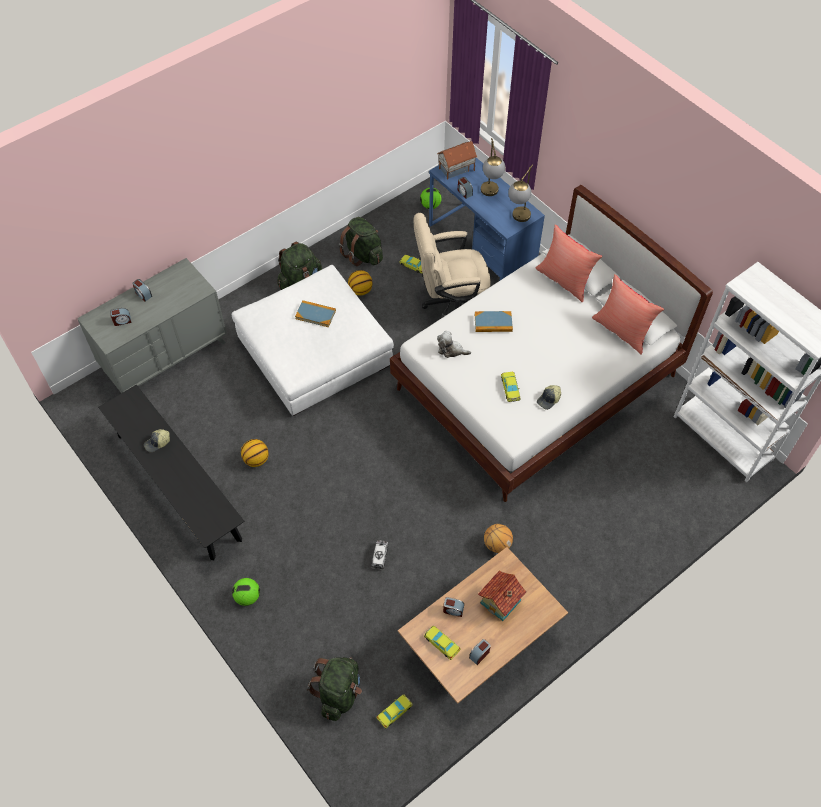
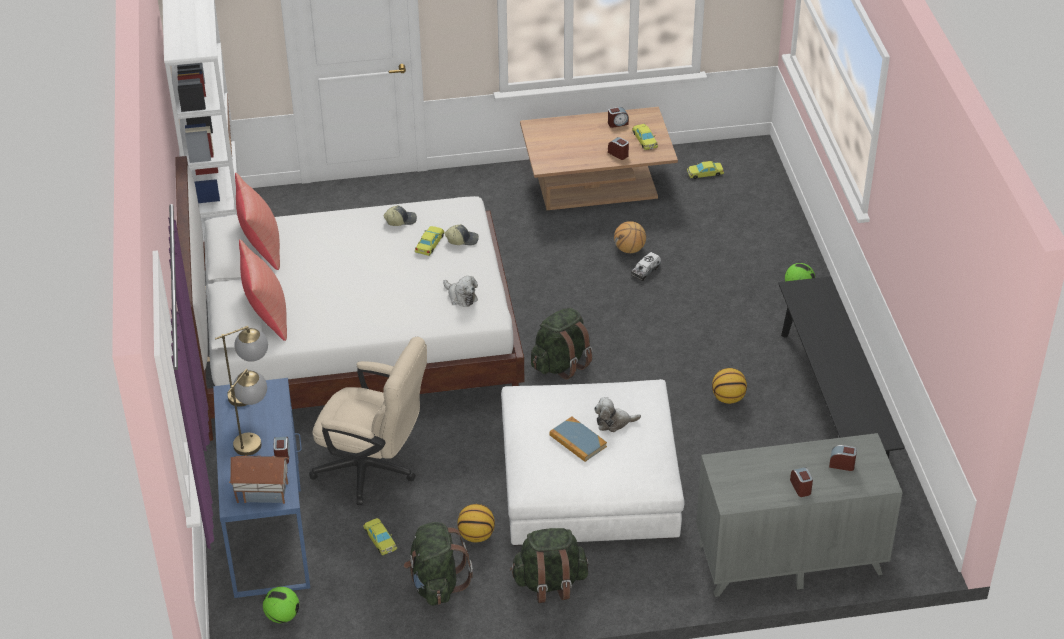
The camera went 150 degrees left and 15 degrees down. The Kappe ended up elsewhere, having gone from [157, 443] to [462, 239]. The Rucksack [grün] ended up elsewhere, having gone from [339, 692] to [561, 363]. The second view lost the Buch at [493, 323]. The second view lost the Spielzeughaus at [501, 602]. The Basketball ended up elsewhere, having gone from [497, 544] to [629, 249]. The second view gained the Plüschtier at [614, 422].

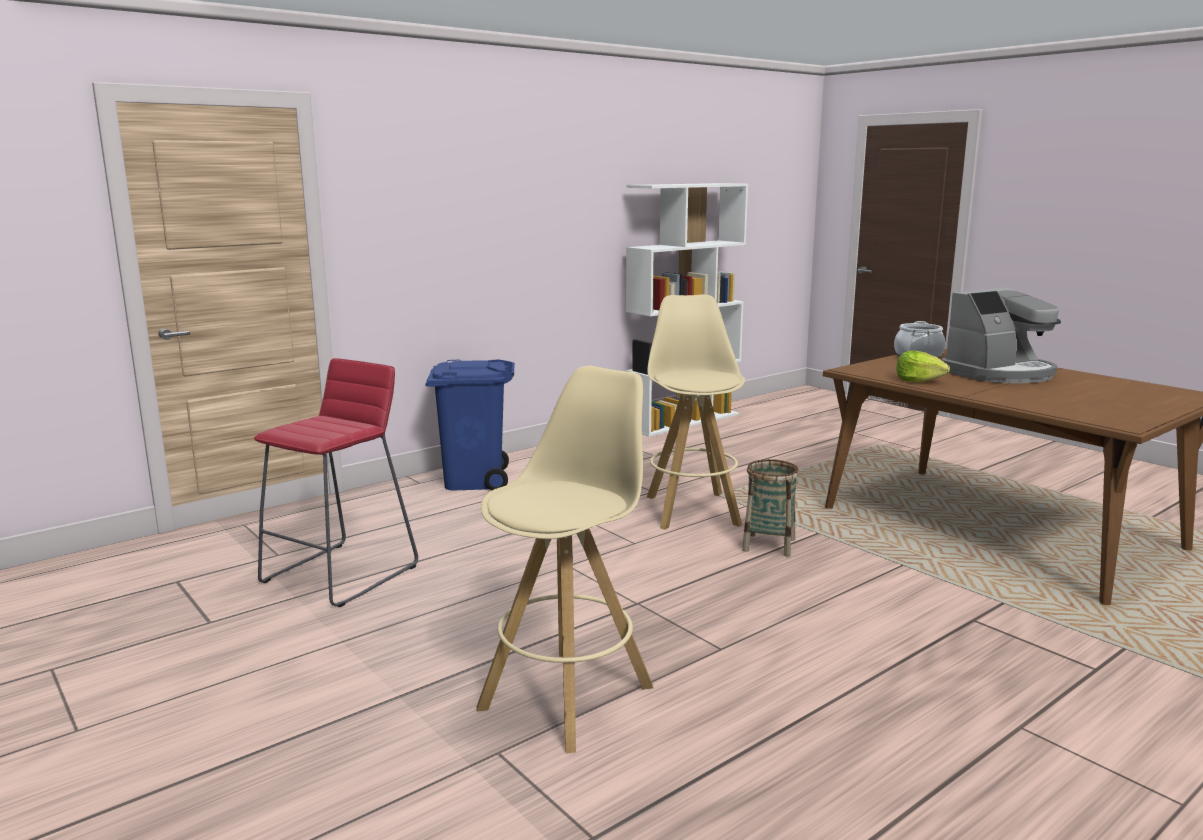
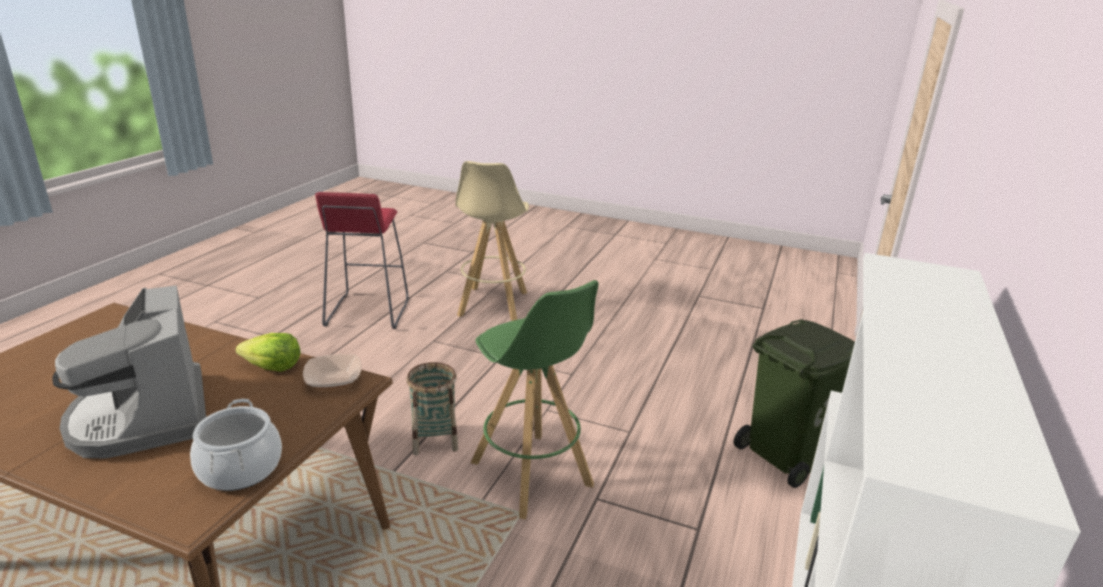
The camera went 150 degrees right and 10 degrees up. The Hocker [rot] ended up elsewhere, having gone from [342, 574] to [367, 312]. What was the Mülleimer [blau] at [473, 480] turned into the Mülleimer [grün] at [787, 457]. What was the Hocker [beige] at [692, 510] turned into the Hocker [grün] at [532, 474]. The Kaffeemaschine at [1000, 373] ended up facing another way, 60 degrees counterclockwise from before. The second view gained the Schüssel at [333, 380].

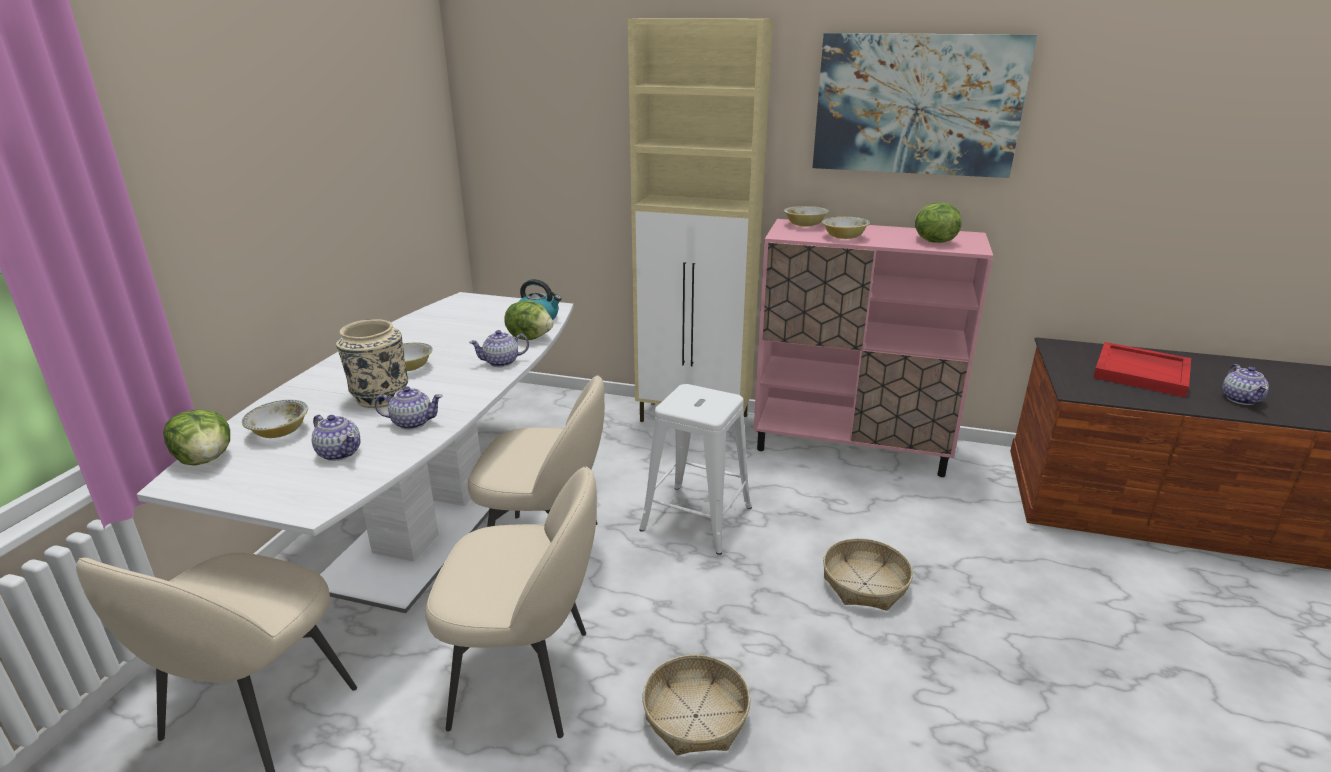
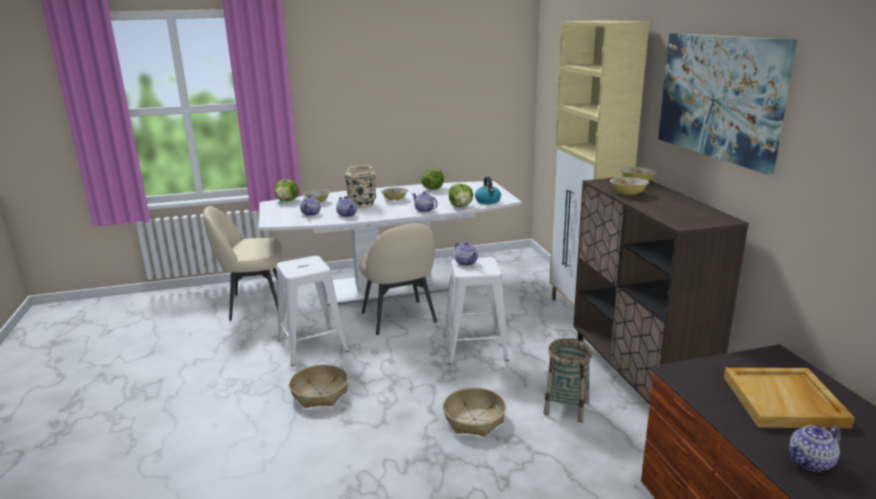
The camera went 60 degrees right and 5 degrees down. Where the Stuhl [beige] stood at [526, 678], the Hocker [weiß] came to stand at [312, 345]. What was the Schrank [rosa] at [851, 447] turned into the Schrank [braun] at [637, 377]. The Salatkopf ended up elsewhere, having gone from [933, 241] to [433, 189]. What was the Tablett [rot] at [1142, 372] turned into the Tablett [beige] at [784, 401]. The second view gained the Teekanne at [466, 263]. The second view gained the Korb at [566, 408].

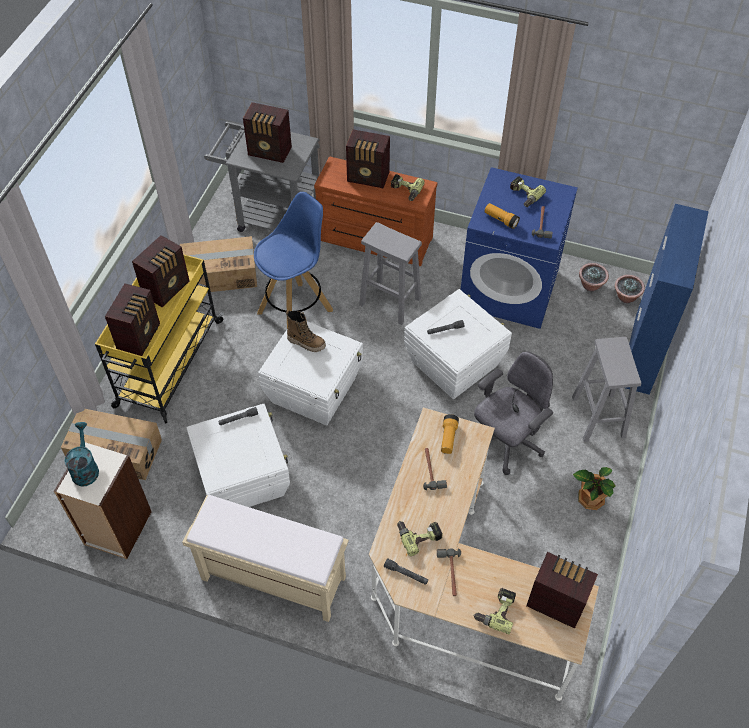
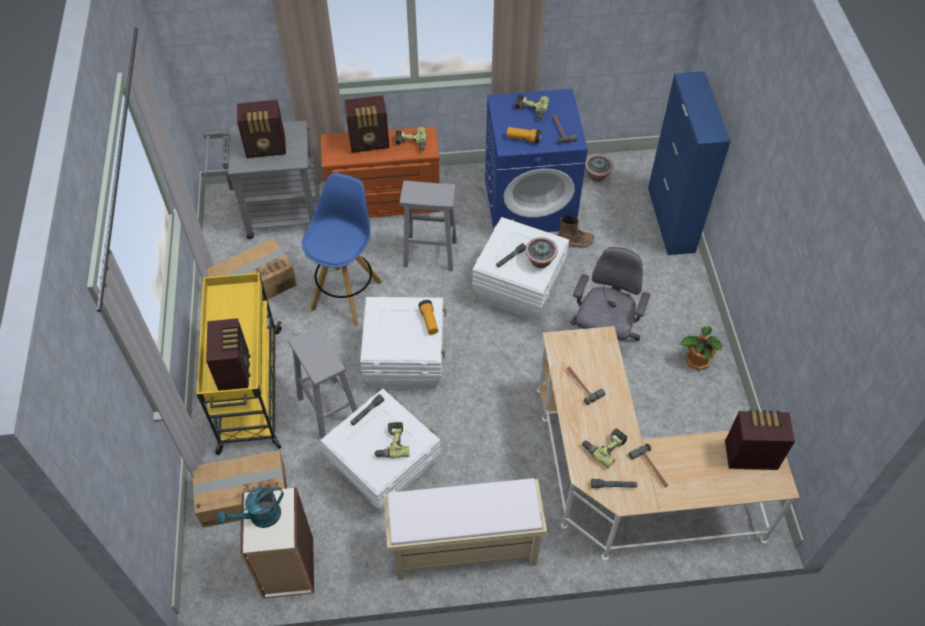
The camera went 25 degrees left and 0 degrees up. The Gießkanne [türkis] at [85, 468] ended up facing another way, 90 degrees counterclockwise from before. The second view lost the Radio at [167, 288]. The Stiefel ended up elsewhere, having gone from [306, 342] to [575, 242]. The Taschenlampe ended up elsewhere, having gone from [448, 438] to [429, 321]. The Bohrmaschine ended up elsewhere, having gone from [496, 610] to [391, 443]. The Hocker [grau] ended up elsewhere, having gone from [598, 418] to [329, 409]. The Topfpflanze ended up elsewhere, having gone from [626, 297] to [540, 262].

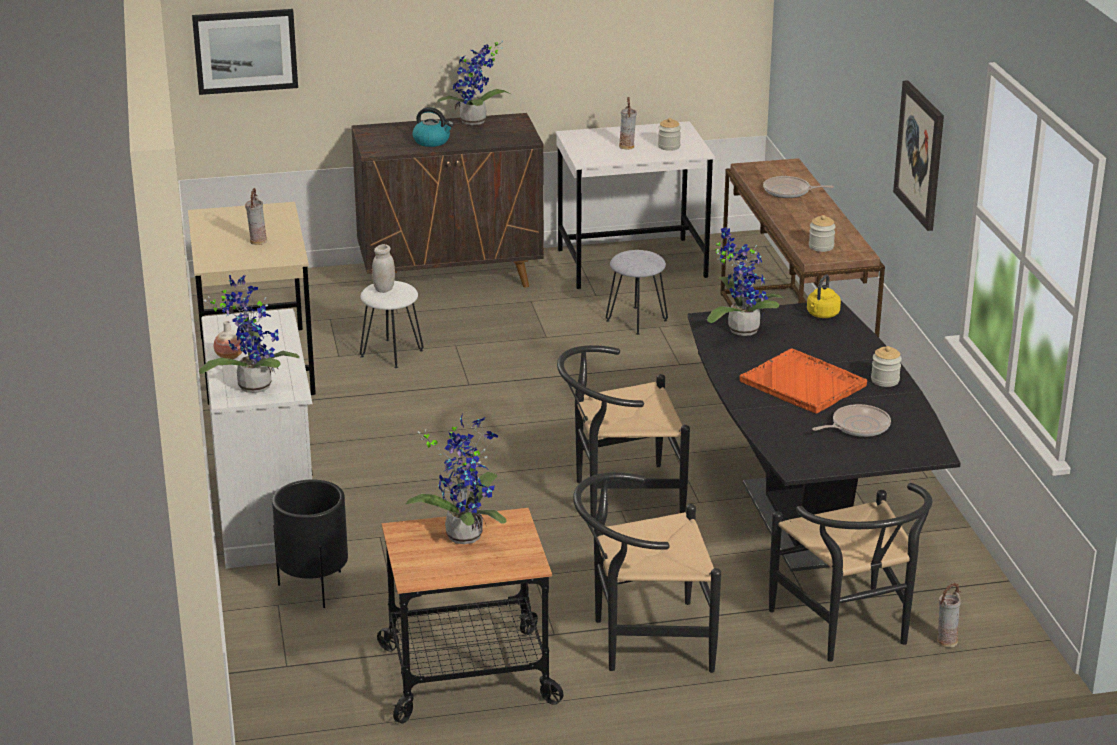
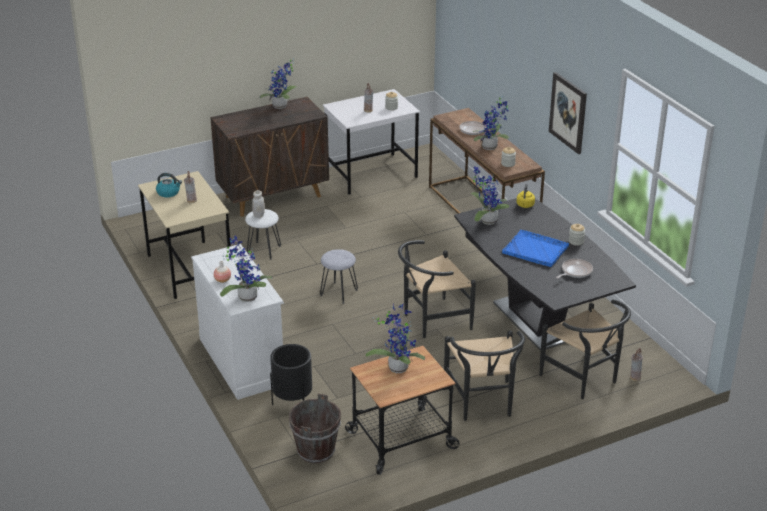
The camera went 15 degrees left and 5 degrees up. The second view lost the Bild at [245, 51]. The Wasserkessel ended up elsewhere, having gone from [432, 141] to [168, 192]. The Stuhl [schwarz] at [642, 641] ended up facing another way, 75 degrees counterclockwise from before. The Hocker [grau] ended up elsewhere, having gone from [636, 320] to [338, 293]. What was the Tablett [orange] at [803, 384] turned into the Tablett [blau] at [536, 250]. The second view gained the Eimer [braun] at [316, 451]. The second view gained the Topfpflanze at [491, 147].

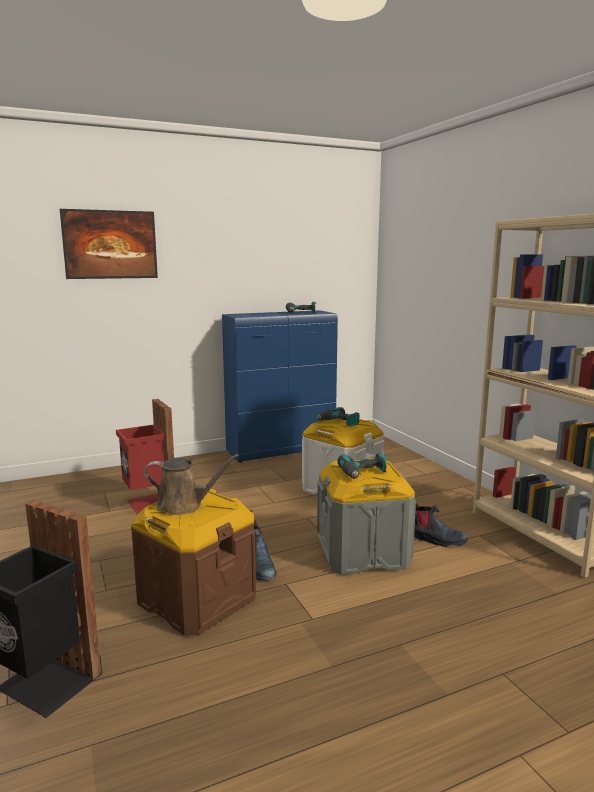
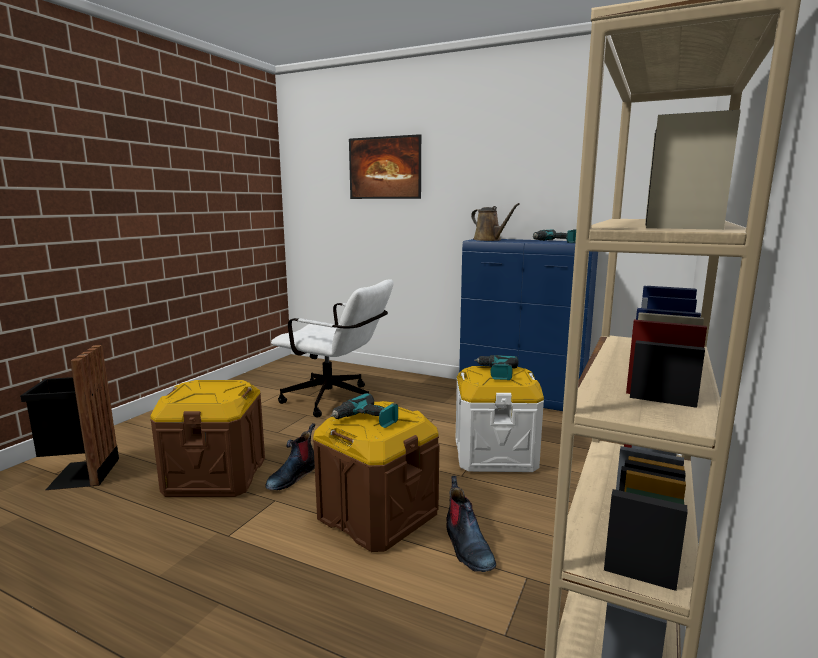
The camera went 50 degrees right and 0 degrees up. Where the Mülleimer [rot] stood at [149, 504], the Bürostuhl [weiß] came to stand at [336, 401]. The Gießkanne [braun] ended up elsewhere, having gone from [184, 505] to [489, 240]. What was the Aufbewahrungsbox [grau] at [363, 552] turned into the Aufbewahrungsbox [braun] at [377, 515].

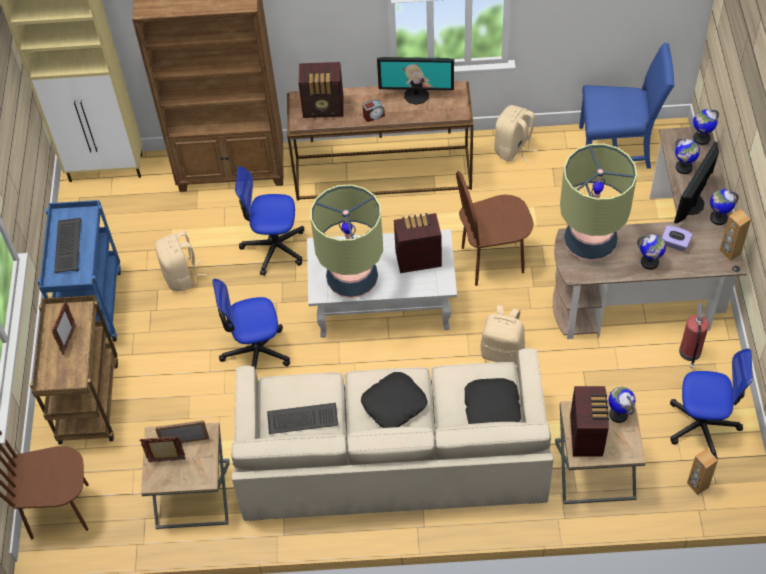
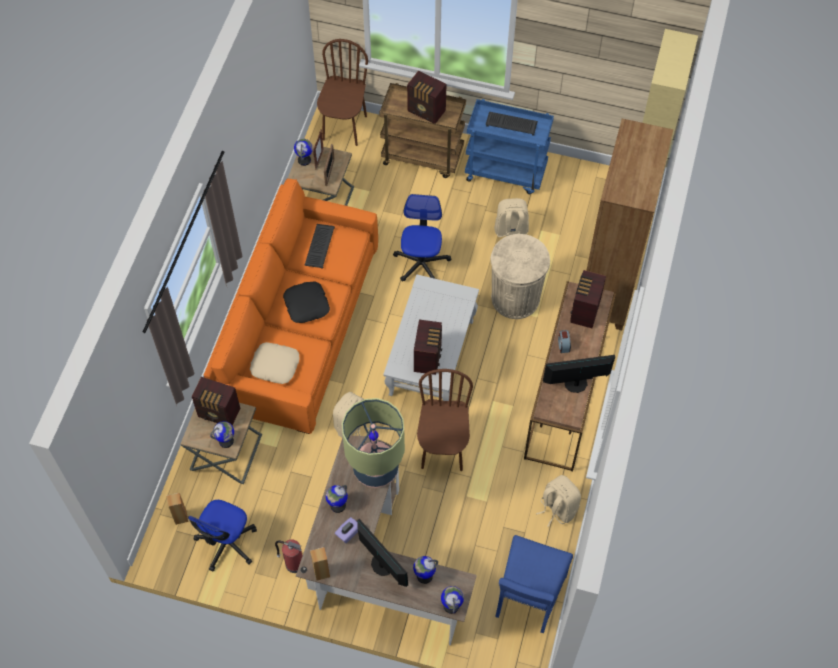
The camera went 105 degrees right and 5 degrees up. Where the Bilderrahmen stood at [69, 340], the Radio came to stand at [426, 111]. What was the Sofa [beige] at [391, 454] turned into the Sofa [orange] at [299, 325]. Where the Bürostuhl stood at [274, 247], the Mülleimer [beige] came to stand at [515, 298]. The second view lost the Tischlampe at [352, 280]. The Monitor at [416, 95] ended up facing another way, 60 degrees clockwise from before. What was the Kissen [schwarz] at [491, 407] turned into the Kissen [beige] at [275, 365]. The Globus ended up elsewhere, having gone from [718, 218] to [304, 160].

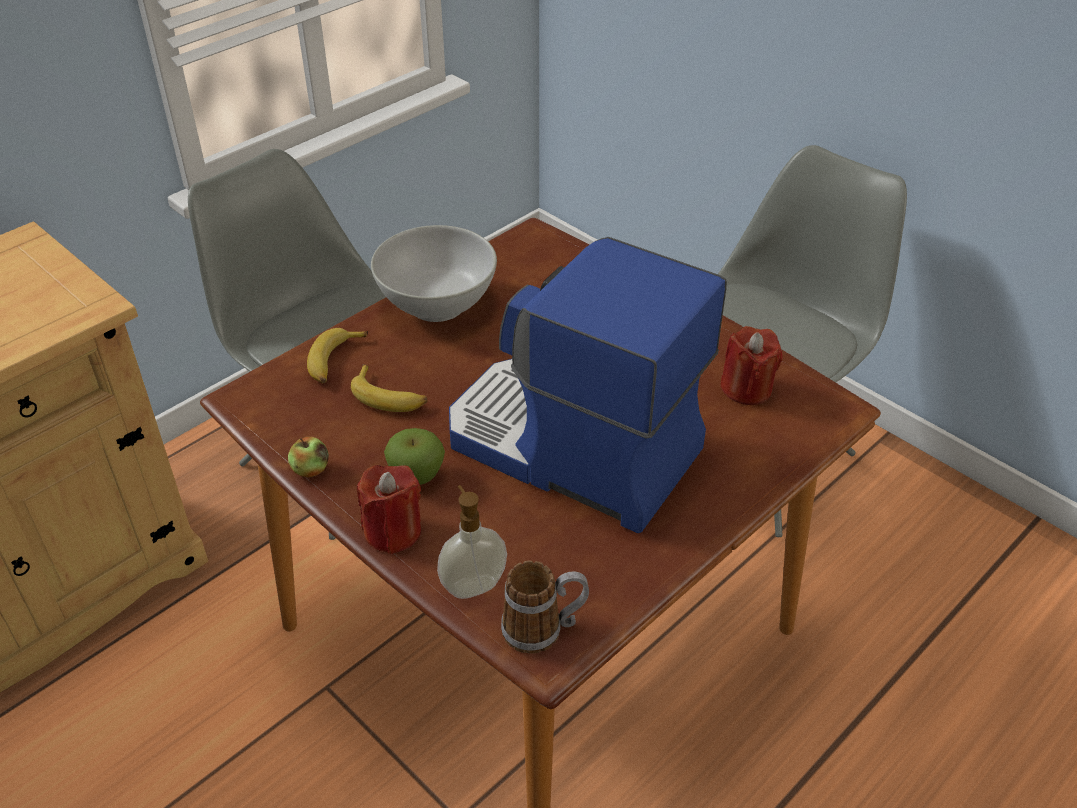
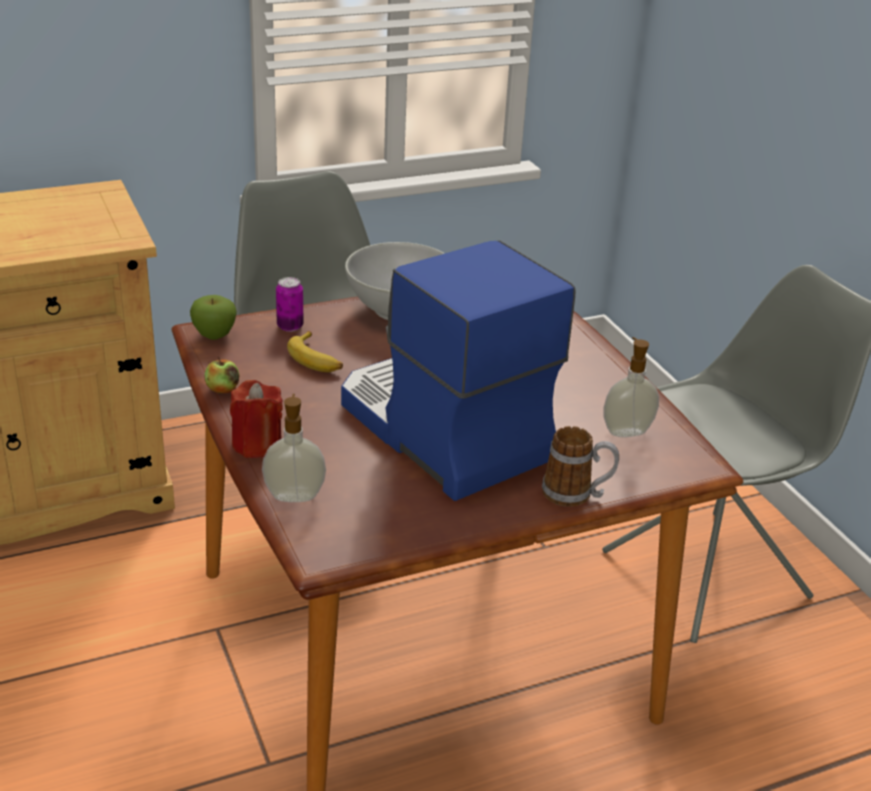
The camera went 20 degrees right and 10 degrees down. Where the Banane stood at [334, 362], the Dose came to stand at [290, 326]. The Apfel ended up elsewhere, having gone from [416, 476] to [214, 335]. The Henkelbecher ended up elsewhere, having gone from [544, 629] to [576, 495]. Where the Kerze [rot] stood at [746, 388], the Seifenspender came to stand at [626, 431].

